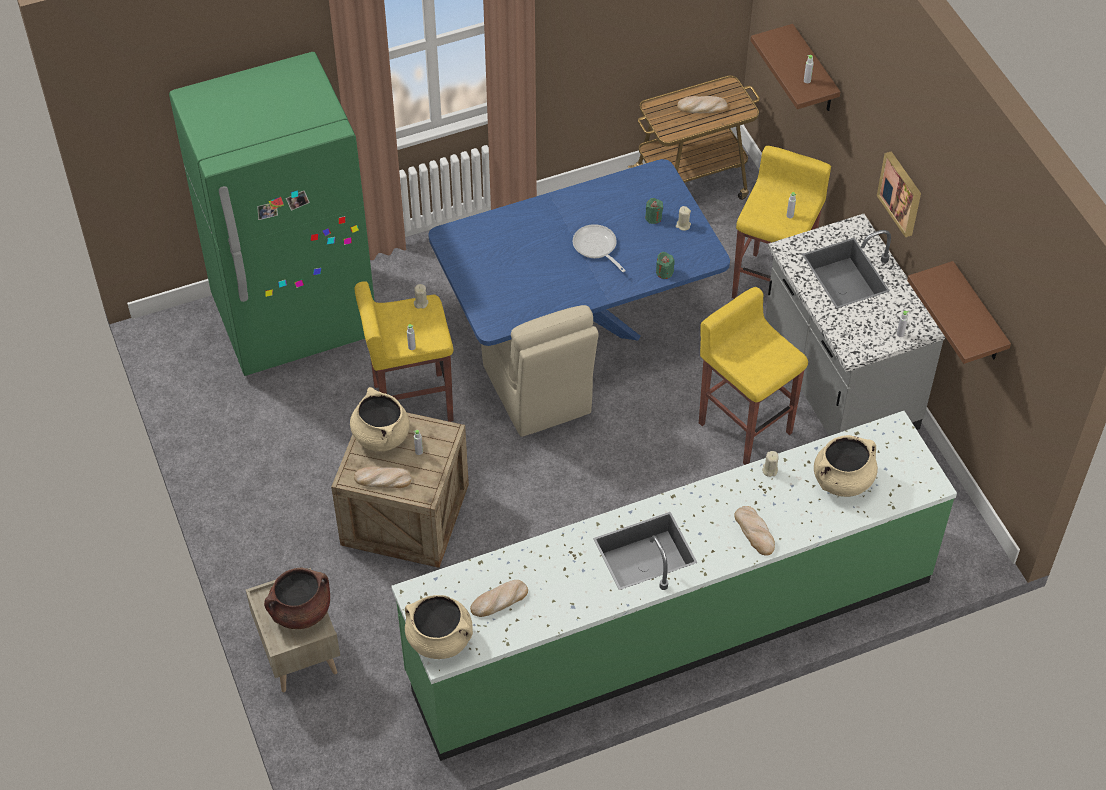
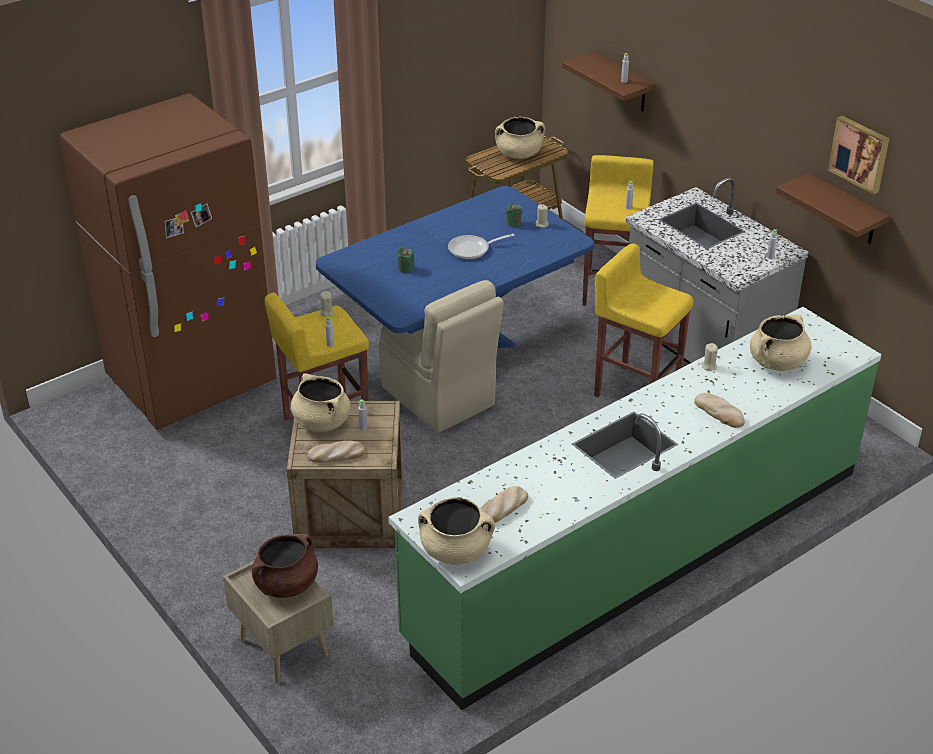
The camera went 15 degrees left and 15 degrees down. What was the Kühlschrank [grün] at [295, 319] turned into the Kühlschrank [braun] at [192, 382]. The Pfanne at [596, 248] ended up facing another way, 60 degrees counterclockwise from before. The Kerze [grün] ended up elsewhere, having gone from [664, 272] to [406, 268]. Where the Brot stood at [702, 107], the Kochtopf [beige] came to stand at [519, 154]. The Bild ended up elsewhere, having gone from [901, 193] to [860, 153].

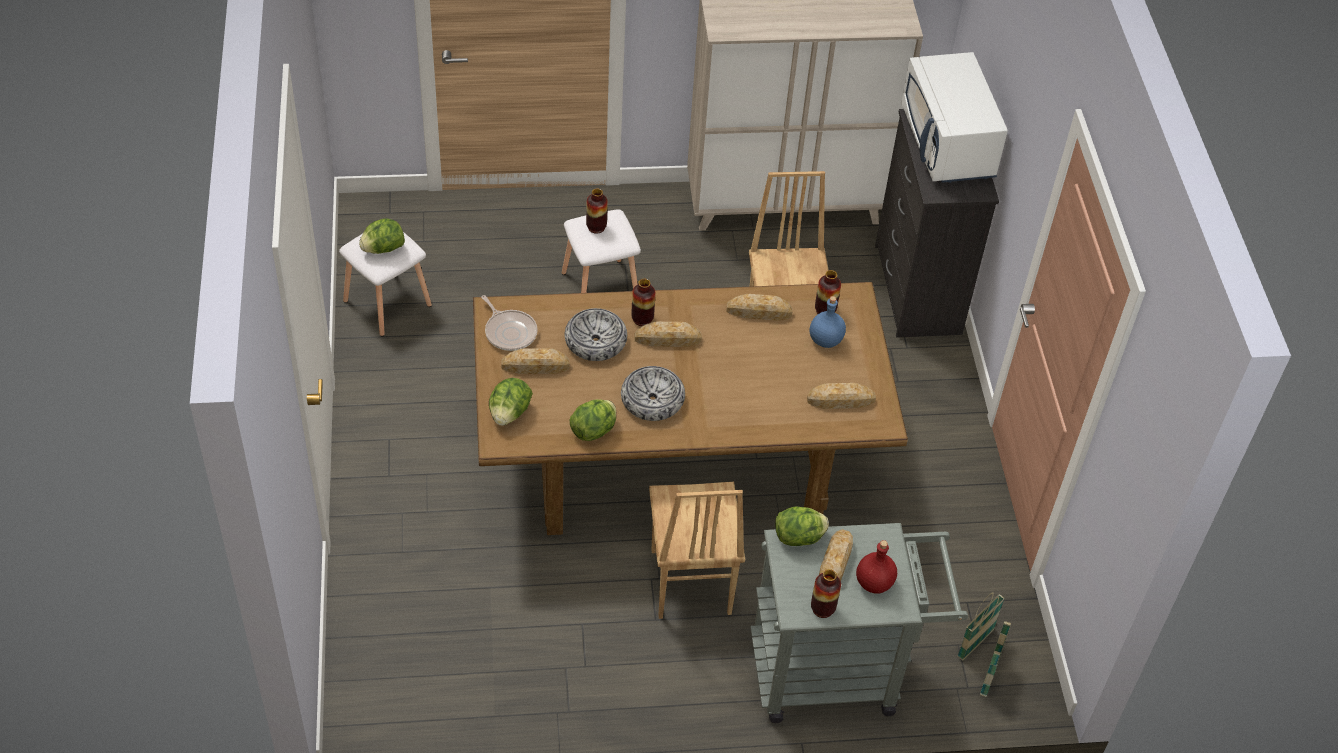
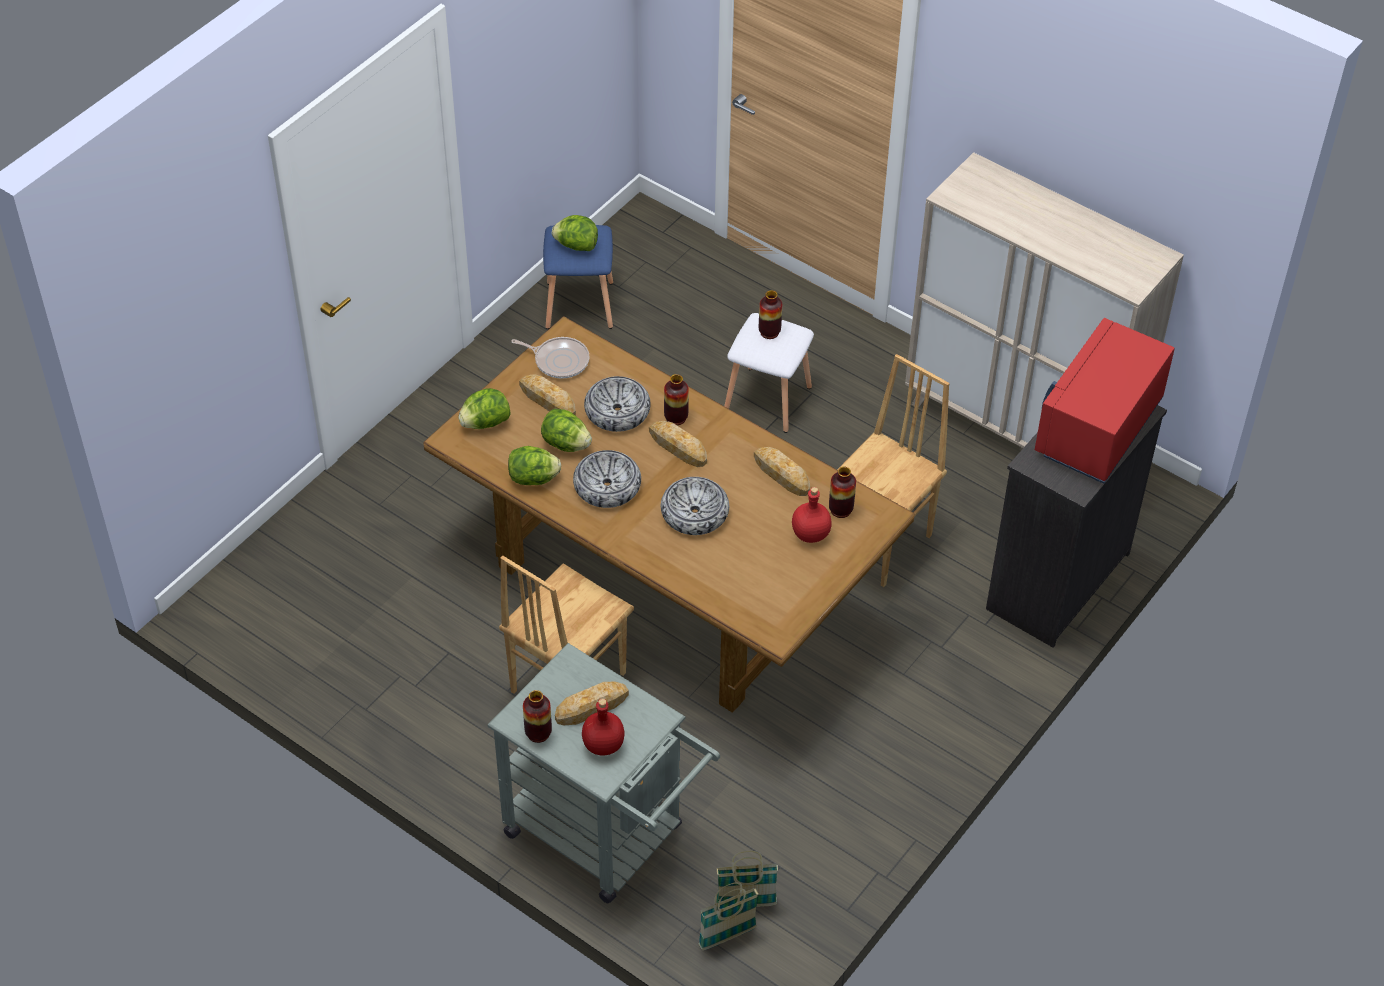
The camera went 45 degrees right and 0 degrees up. What was the Hocker [weiß] at [388, 302] turned into the Hocker [blau] at [581, 304]. The Pfanne at [509, 332] ended up facing another way, 75 degrees counterclockwise from before. The Salatkopf ended up elsewhere, having gone from [799, 537] to [566, 444]. The second view lost the Brot at [841, 400]. What was the Flasche [blau] at [826, 340] turned into the Flasche [rot] at [811, 534]. What was the Mikrowelle [weiß] at [948, 144] turned into the Mikrowelle [rot] at [1098, 429]. The second view gained the Schüssel at [694, 513].

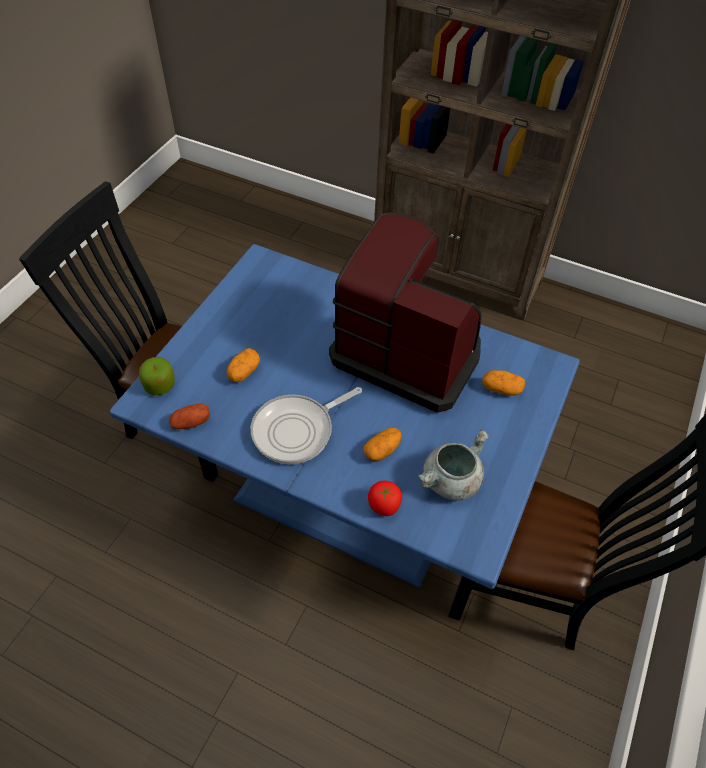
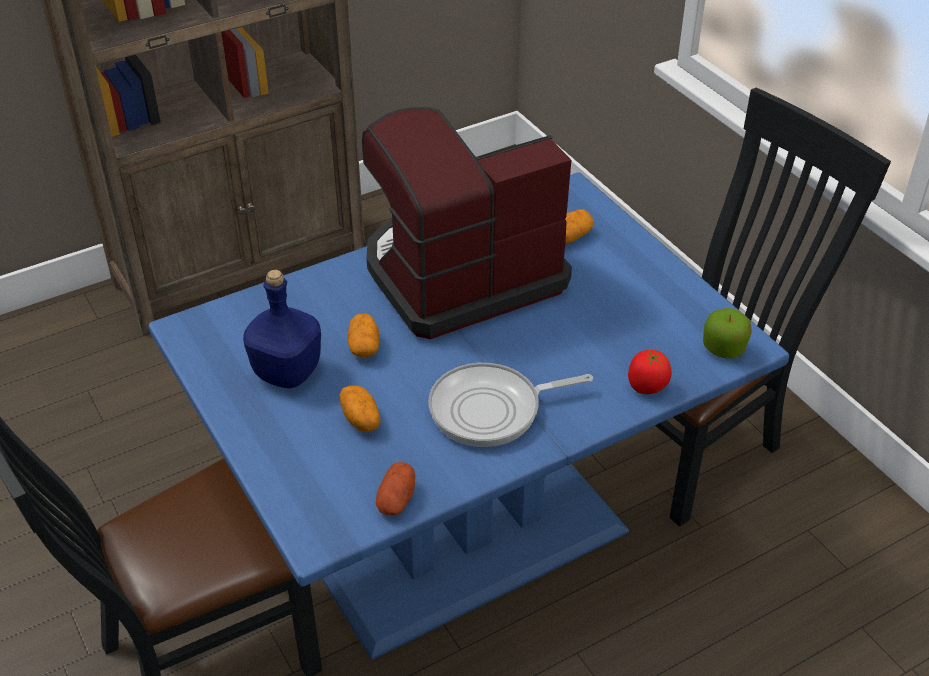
The camera went 55 degrees left and 10 degrees down. The Apfel ended up elsewhere, having gone from [160, 385] to [723, 348]. The Pfanne at [297, 430] ended up facing another way, 75 degrees clockwise from before. The Kartoffel ended up elsewhere, having gone from [382, 450] to [364, 346]. The second view lost the Kochtopf [grau] at [450, 482]. The second view gained the Flasche [blau] at [288, 372].

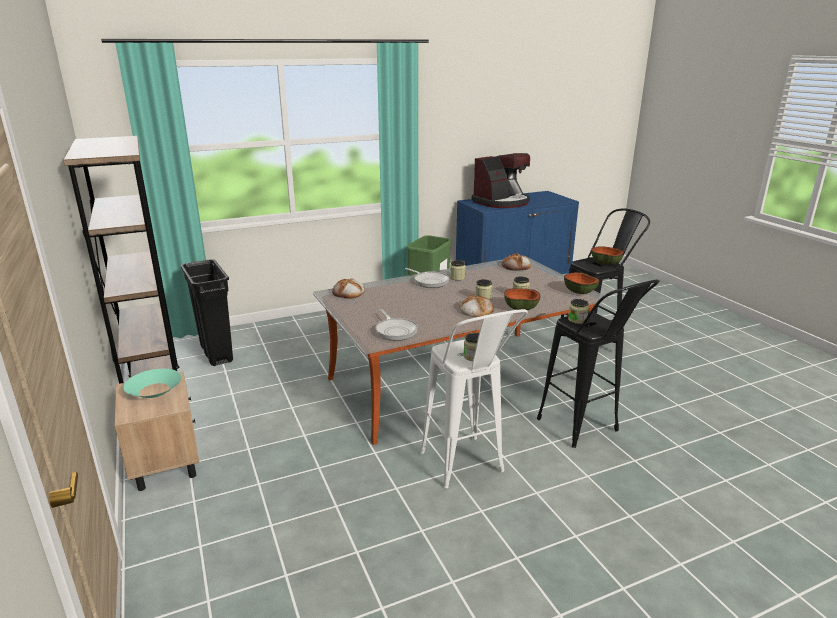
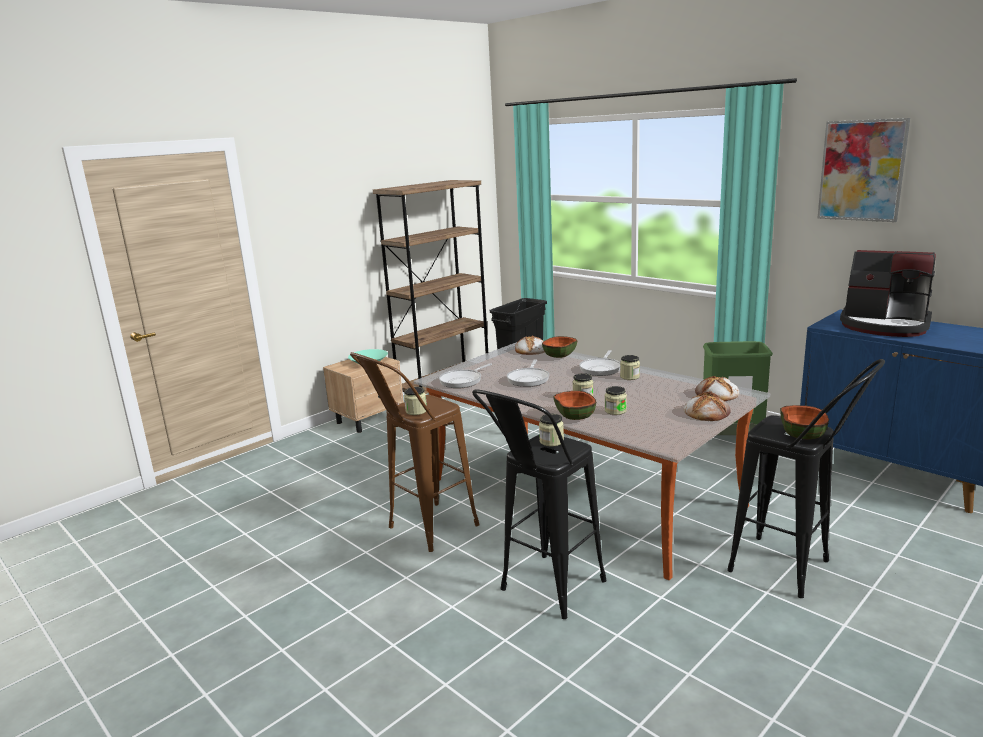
The camera went 70 degrees right and 5 degrees down. What was the Hocker [weiß] at [467, 469] turned into the Hocker [braun] at [423, 532]. The Brot ended up elsewhere, having gone from [475, 309] to [706, 412]. The Schüssel ended up elsewhere, having gone from [580, 291] to [560, 356]. The second view gained the Pfanne at [529, 379]. The second view gained the Bild at [862, 170].

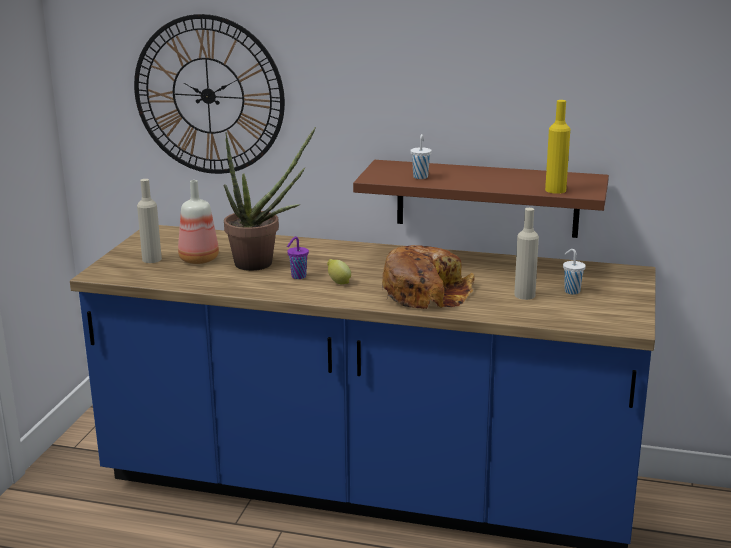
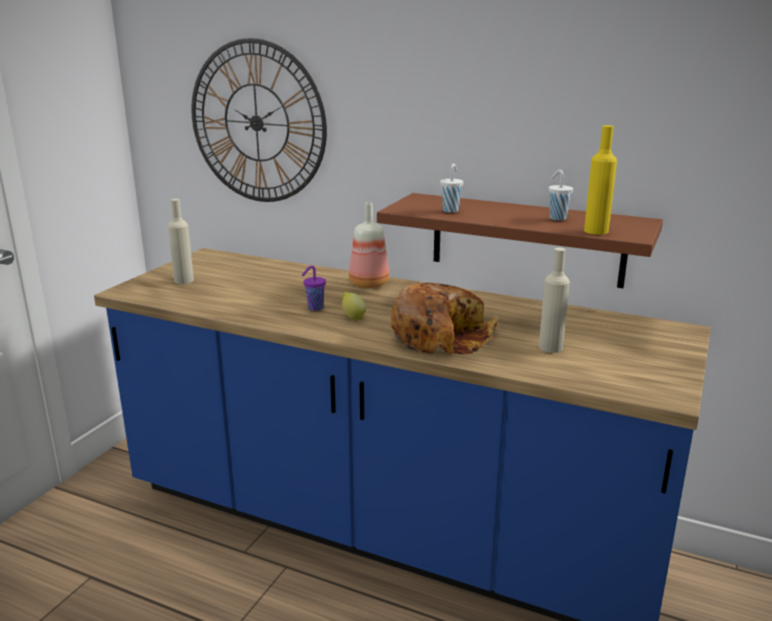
The camera went 10 degrees right and 0 degrees up. The Flasche ended up elsewhere, having gone from [198, 260] to [368, 284]. The second view lost the Topfpflanze at [262, 264]. The Tasse [weiß] ended up elsewhere, having gone from [571, 291] to [557, 218].

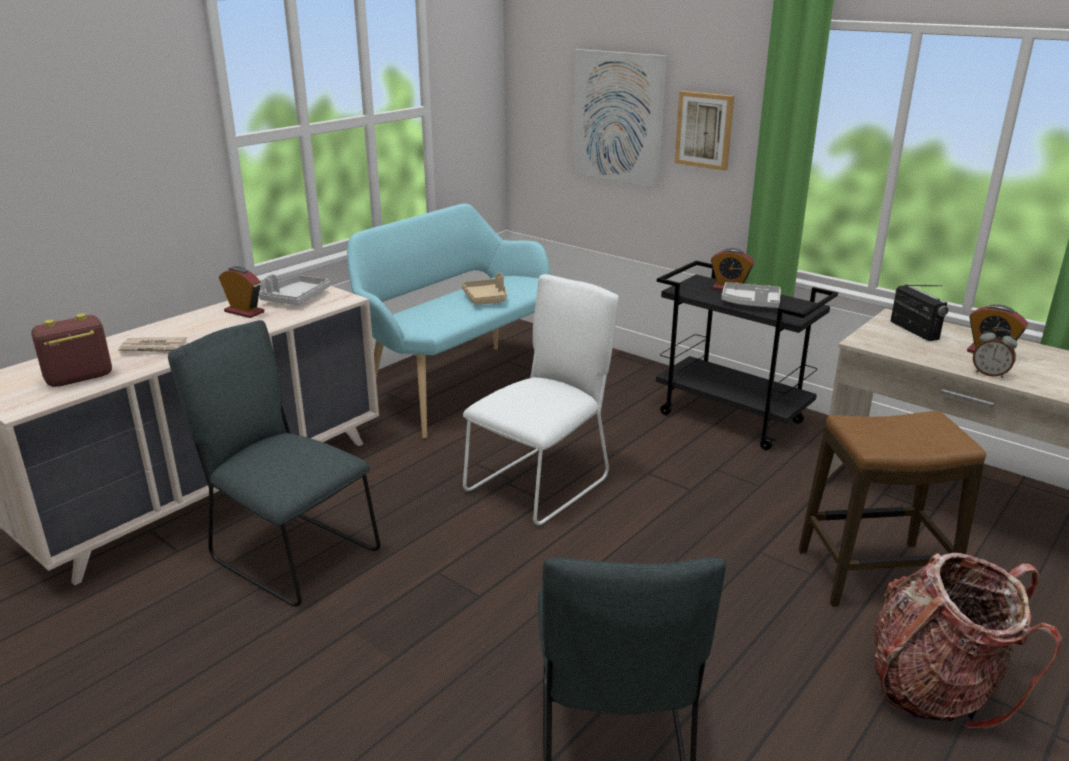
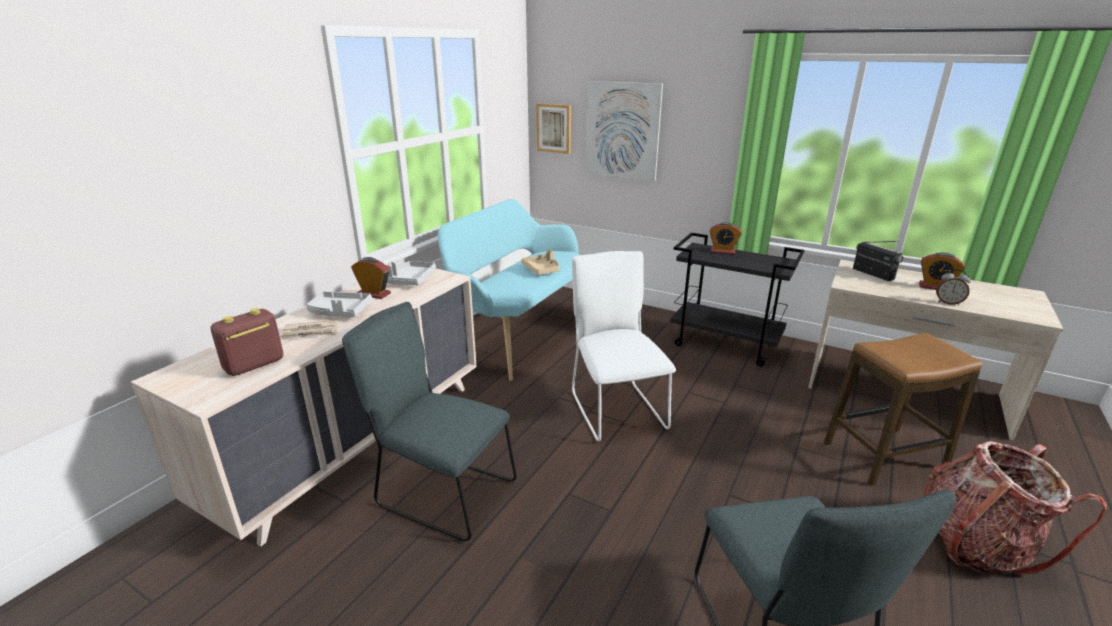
The camera went 10 degrees left and 0 degrees up. The Stuhl [weiß] at [542, 482] ended up facing another way, 45 degrees counterclockwise from before. The Bild ended up elsewhere, having gone from [704, 130] to [554, 128]. The Tablett [grau] ended up elsewhere, having gone from [750, 303] to [340, 311].

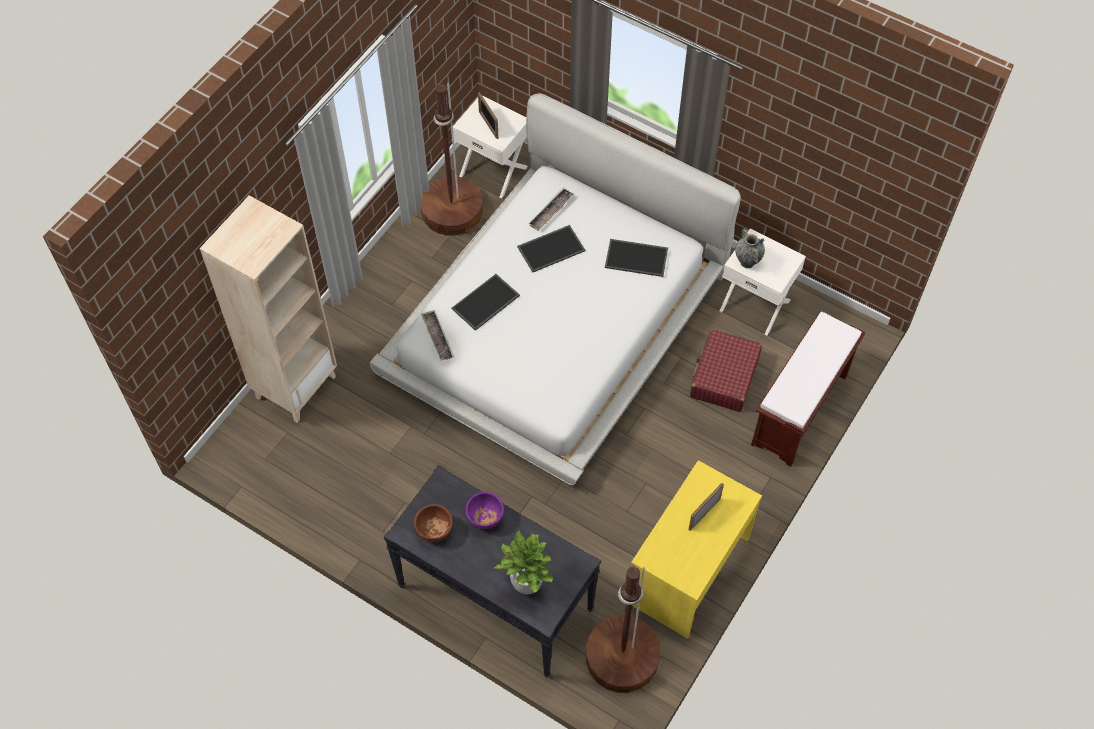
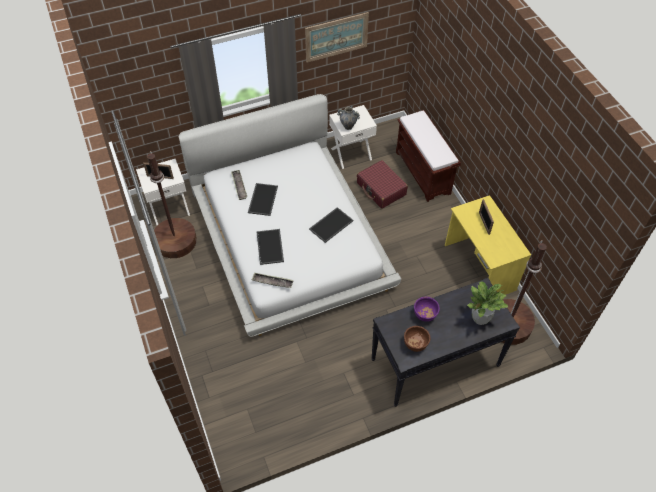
The camera went 55 degrees left and 5 degrees down. The second view lost the Bücherregal [beige] at [296, 386]. The Tablett ended up elsewhere, having gone from [637, 257] to [331, 224]. The second view gained the Bild at [336, 37].

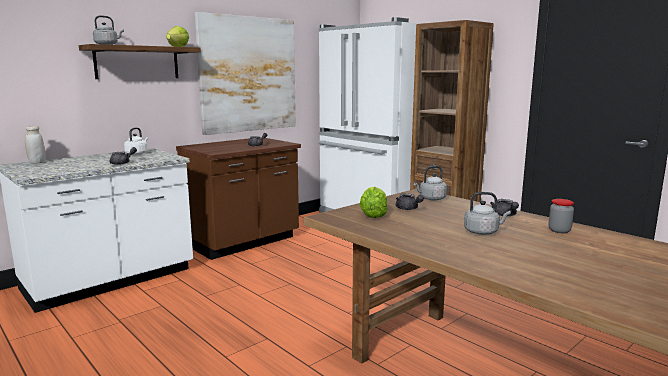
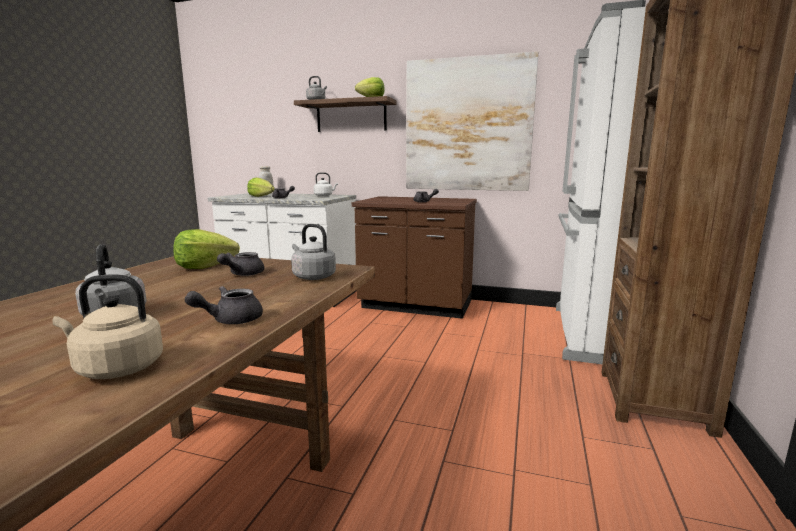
The camera went 60 degrees right and 0 degrees up. Where the Vorratsglas stood at [559, 230], the Wasserkessel [beige] came to stand at [116, 368]. The second view gained the Salatkopf at [261, 196].

